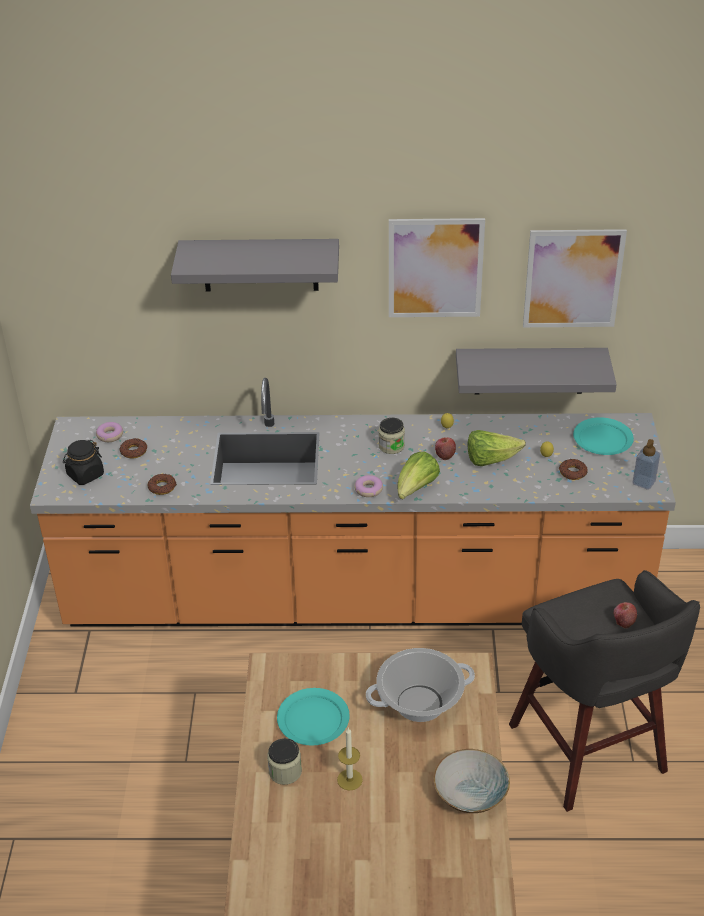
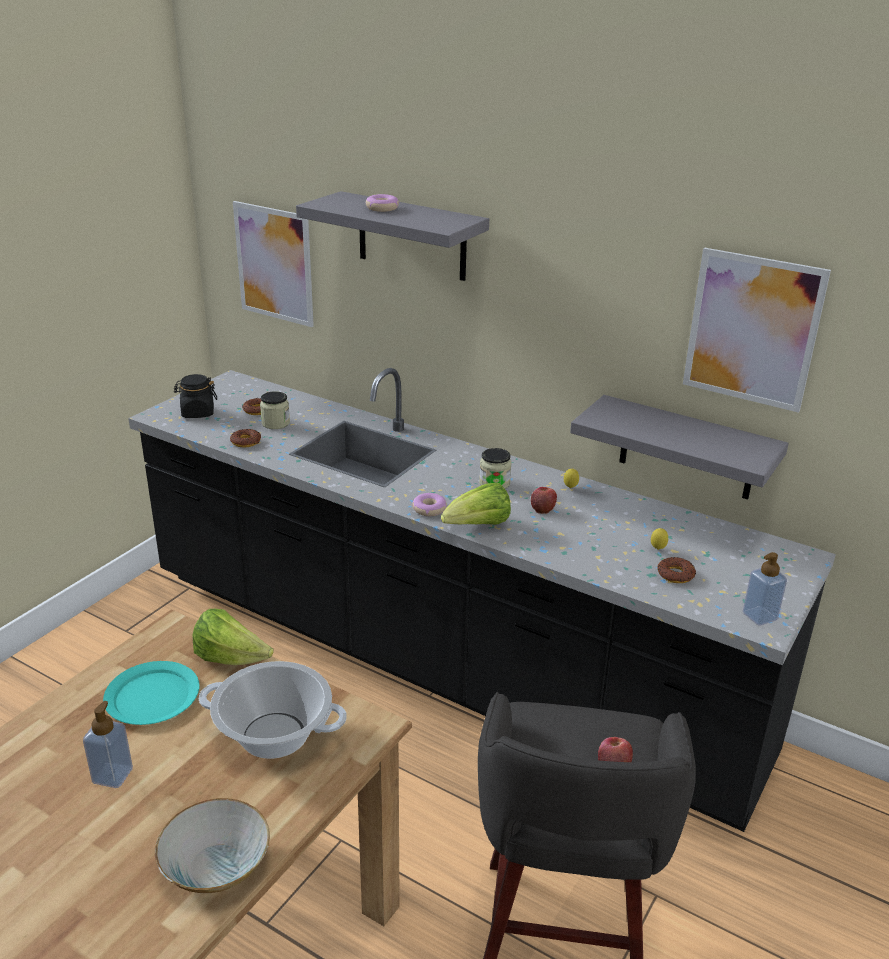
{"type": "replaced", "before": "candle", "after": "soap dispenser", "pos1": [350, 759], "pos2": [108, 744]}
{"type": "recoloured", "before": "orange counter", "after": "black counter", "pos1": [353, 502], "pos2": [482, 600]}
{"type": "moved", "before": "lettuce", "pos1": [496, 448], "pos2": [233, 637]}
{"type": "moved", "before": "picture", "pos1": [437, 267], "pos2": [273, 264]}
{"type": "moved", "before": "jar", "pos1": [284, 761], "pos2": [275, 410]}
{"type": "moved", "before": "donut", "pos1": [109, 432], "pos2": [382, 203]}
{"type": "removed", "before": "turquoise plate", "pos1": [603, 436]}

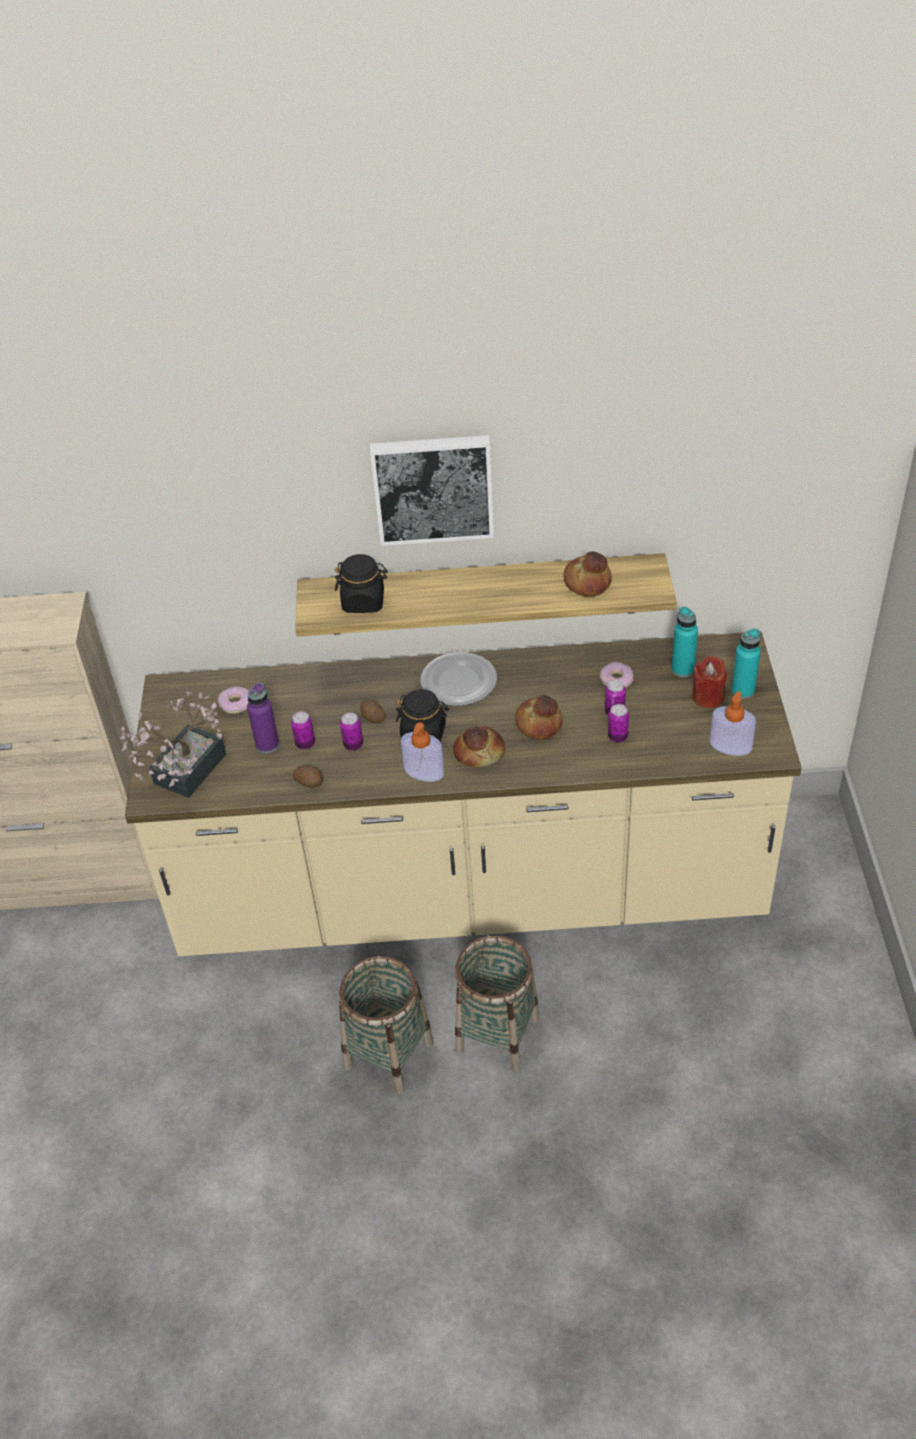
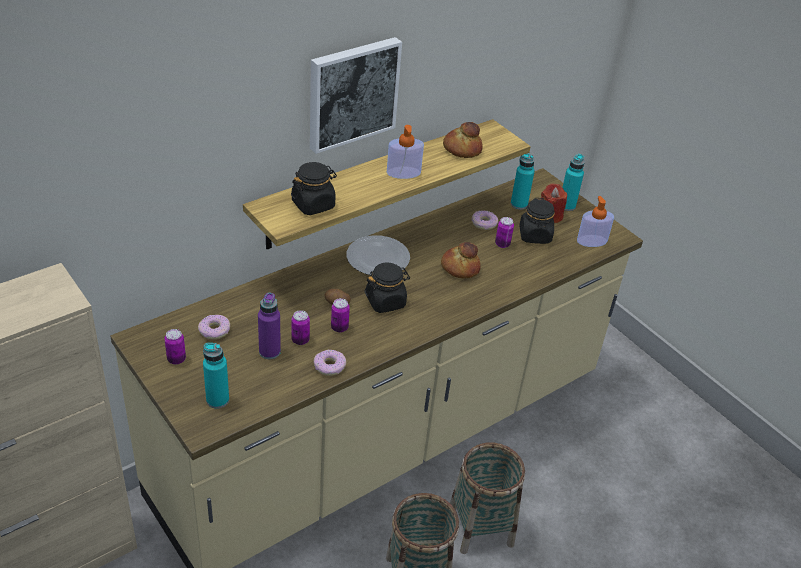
{"type": "moved", "before": "can", "pos1": [618, 723], "pos2": [175, 346]}
{"type": "replaced", "before": "potted plant", "after": "turquoise bottle", "pos1": [173, 745], "pos2": [216, 376]}
{"type": "replaced", "before": "potato", "after": "donut", "pos1": [308, 776], "pos2": [329, 363]}
{"type": "moved", "before": "soap dispenser", "pos1": [422, 752], "pos2": [405, 152]}
{"type": "added", "after": "black jar", "pos2": [537, 221]}
{"type": "removed", "before": "bread", "pos1": [479, 747]}

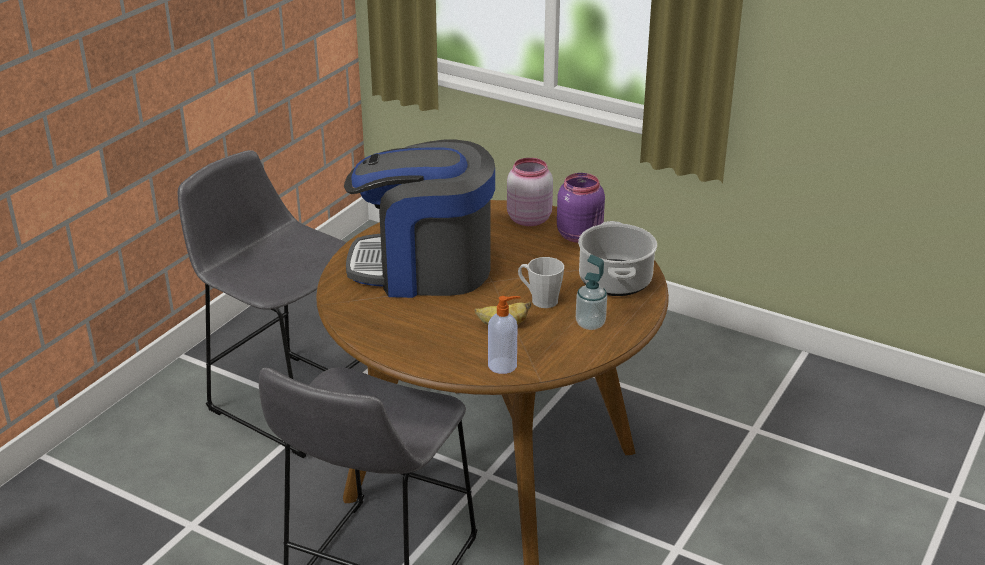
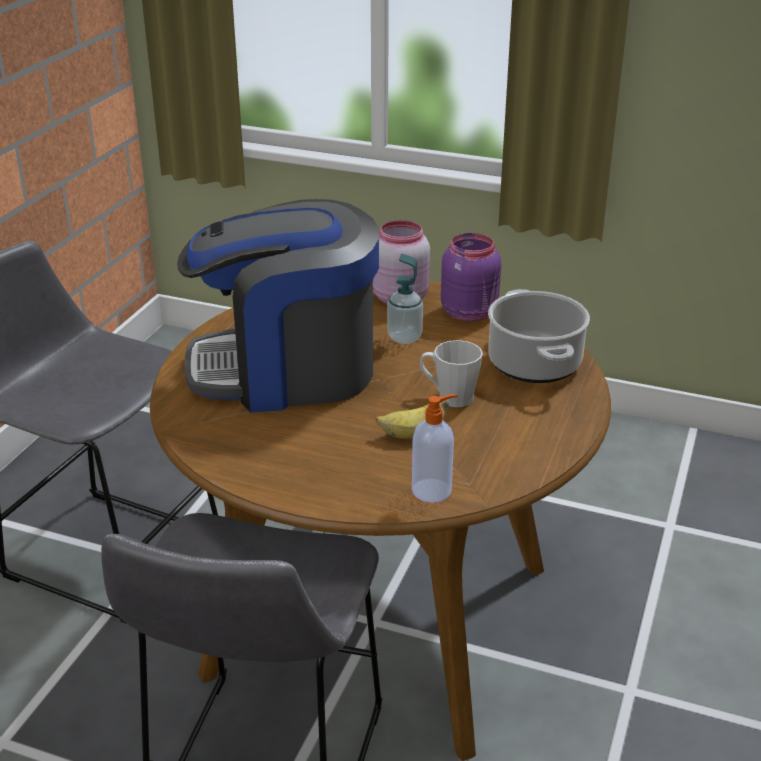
{"type": "moved", "before": "soap dispenser", "pos1": [591, 292], "pos2": [405, 299]}

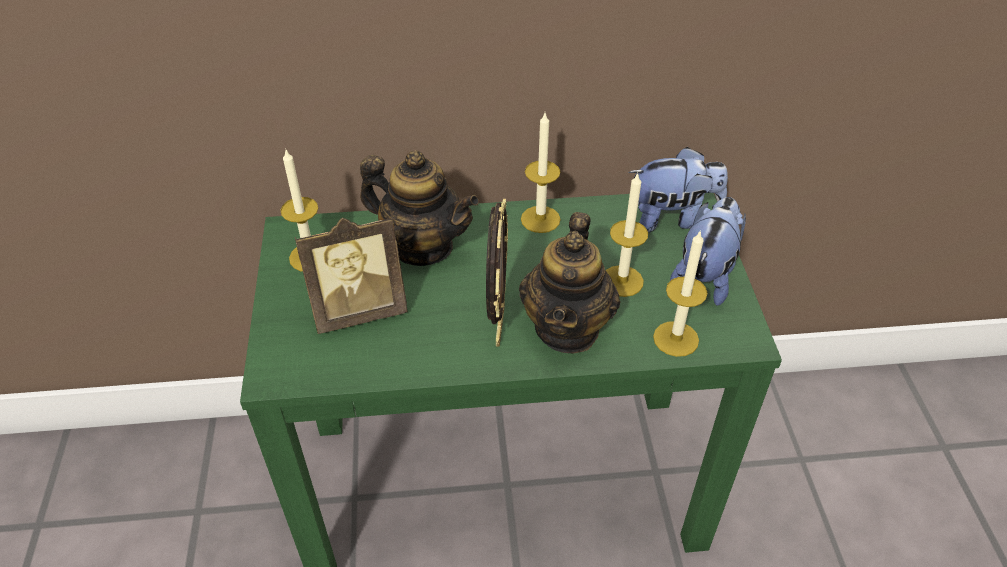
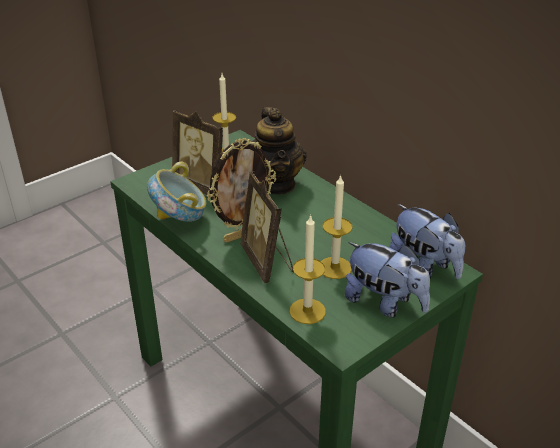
{"type": "added", "after": "bowl", "pos2": [176, 191]}
{"type": "replaced", "before": "teapot", "after": "picture frame", "pos1": [569, 282], "pos2": [267, 227]}
{"type": "turned", "before": "plush toy", "pos1": [708, 251], "pos2": [387, 280], "turn": 45}
{"type": "removed", "before": "candle", "pos1": [541, 173]}

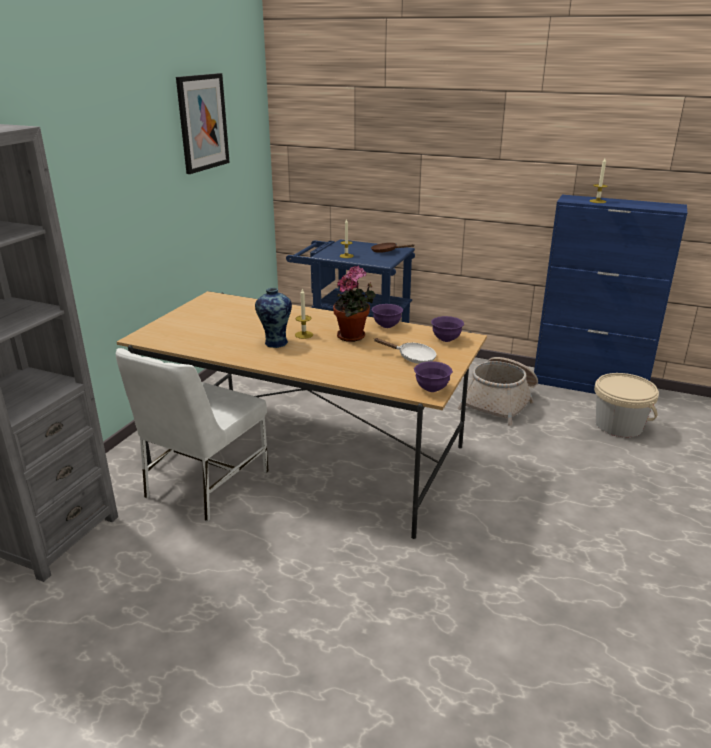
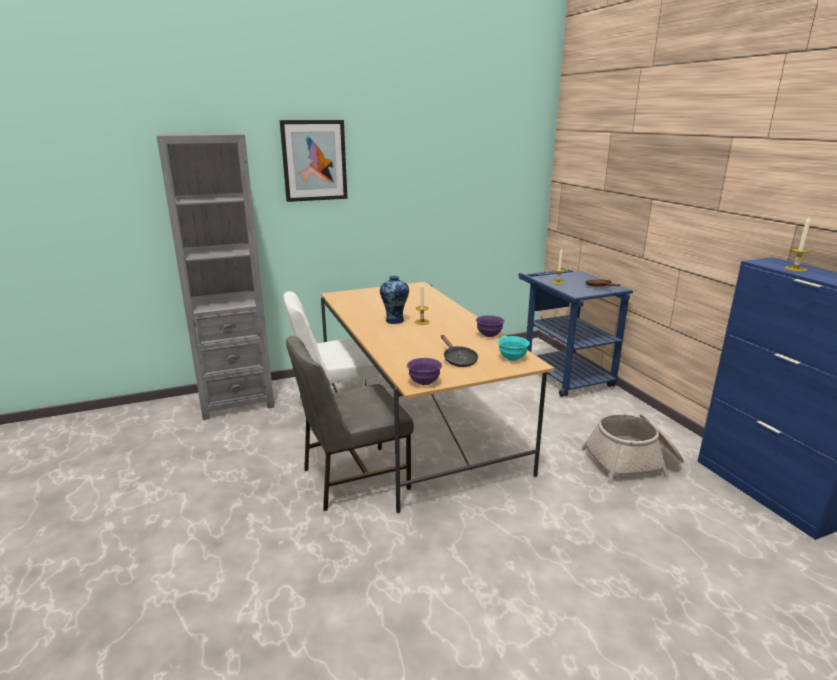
{"type": "moved", "before": "picture", "pos1": [203, 123], "pos2": [313, 161]}
{"type": "added", "after": "grey chair", "pos2": [350, 423]}
{"type": "recoloured", "before": "white frying pan", "after": "black frying pan", "pos1": [405, 351], "pos2": [459, 351]}
{"type": "recoloured", "before": "purple bowl", "after": "turquoise bowl", "pos1": [447, 329], "pos2": [514, 348]}
{"type": "removed", "before": "potted plant", "pos1": [354, 304]}
{"type": "removed", "before": "beige bucket", "pos1": [626, 405]}

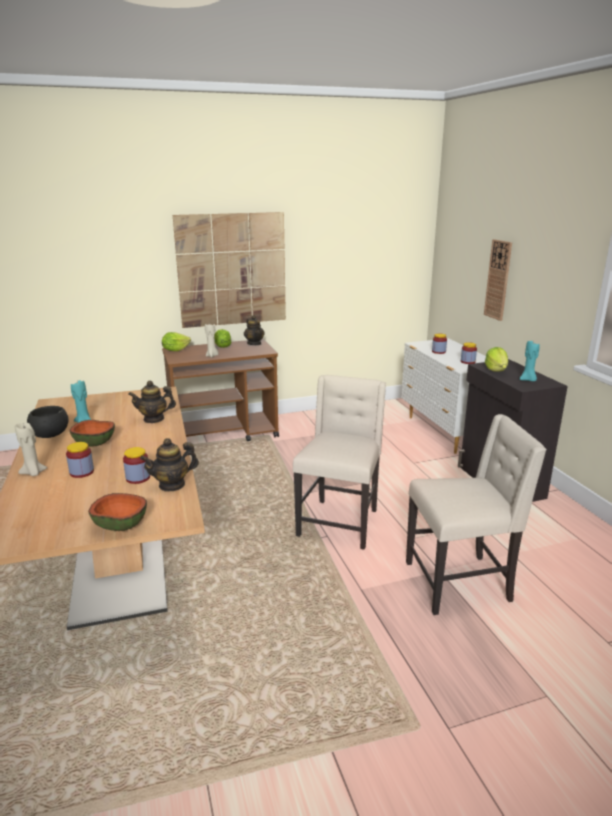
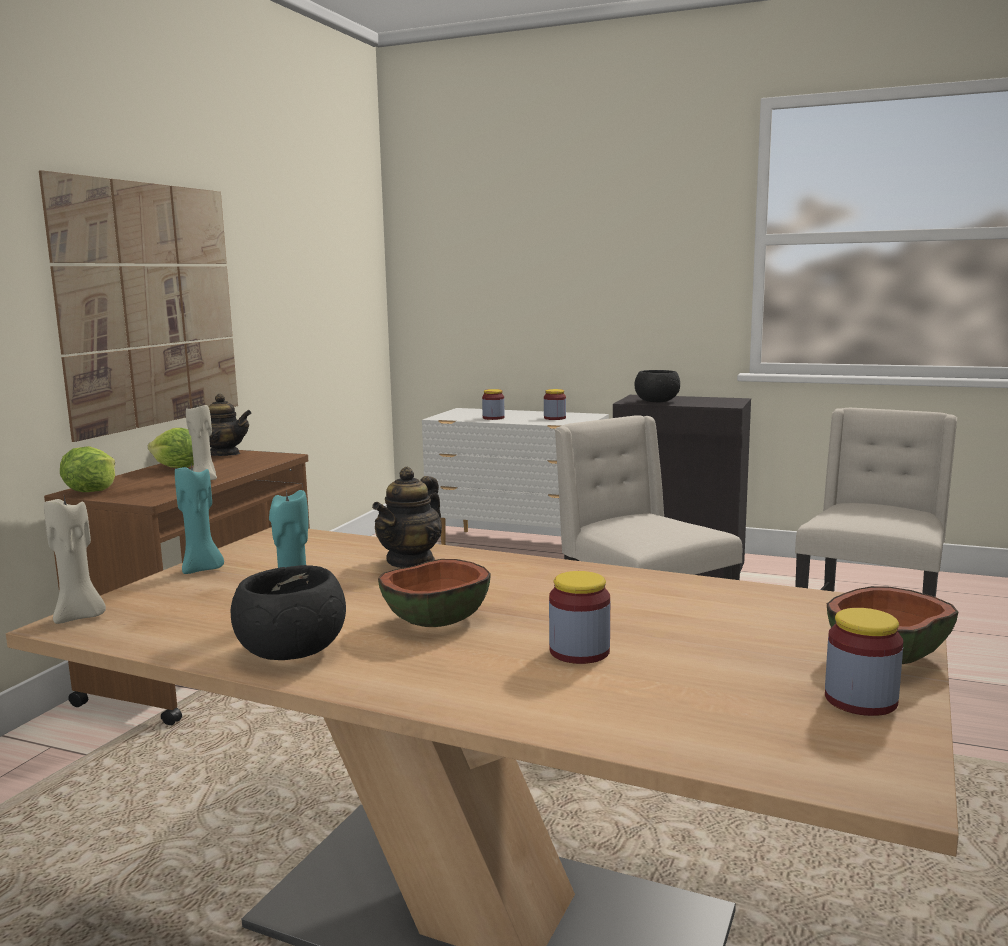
{"type": "moved", "before": "beige candle", "pos1": [31, 449], "pos2": [75, 560]}
{"type": "moved", "before": "turquoise candle", "pos1": [530, 361], "pos2": [199, 518]}
{"type": "replaced", "before": "lettuce", "after": "black bowl", "pos1": [496, 359], "pos2": [657, 386]}
{"type": "moved", "before": "jar", "pos1": [136, 465], "pos2": [864, 662]}
{"type": "removed", "before": "teapot", "pos1": [169, 465]}
{"type": "removed", "before": "wall clock", "pos1": [498, 280]}

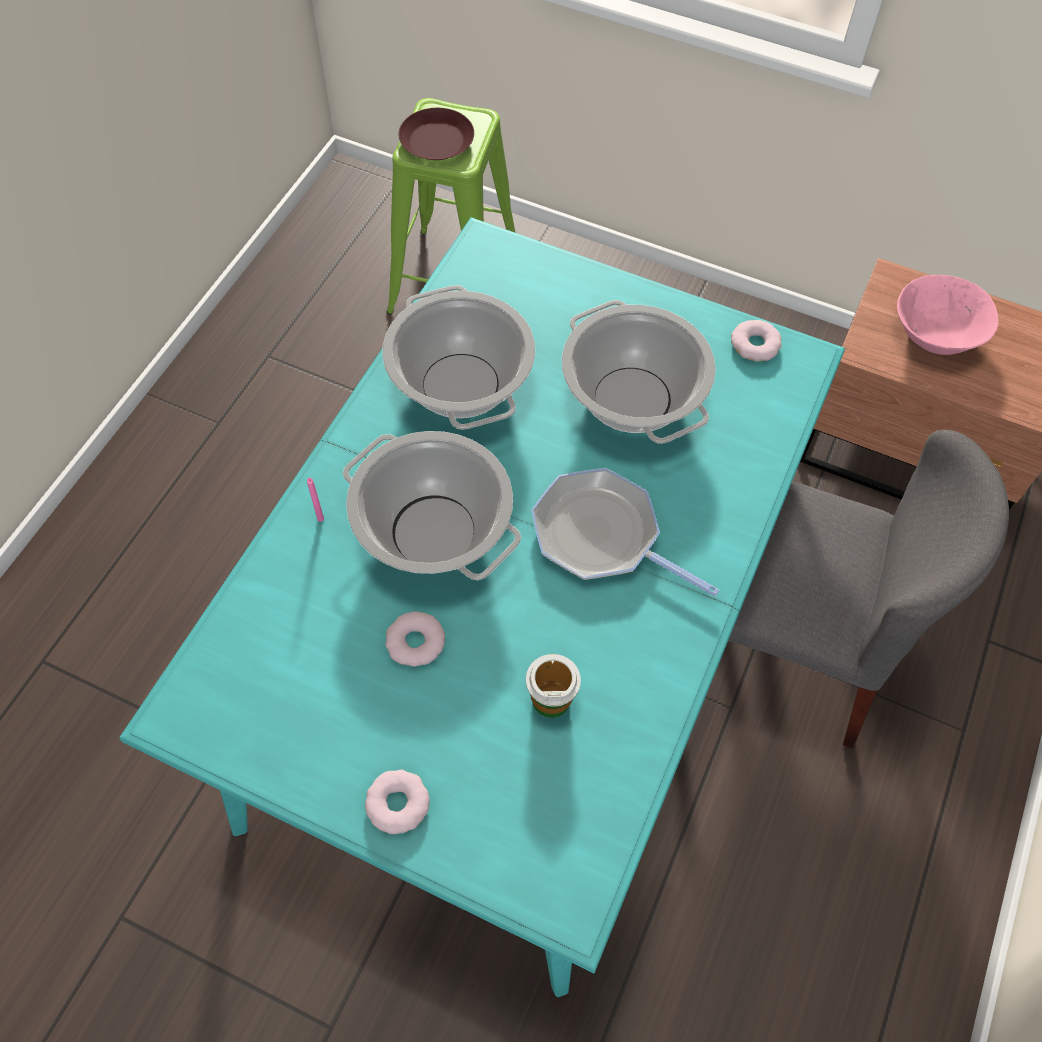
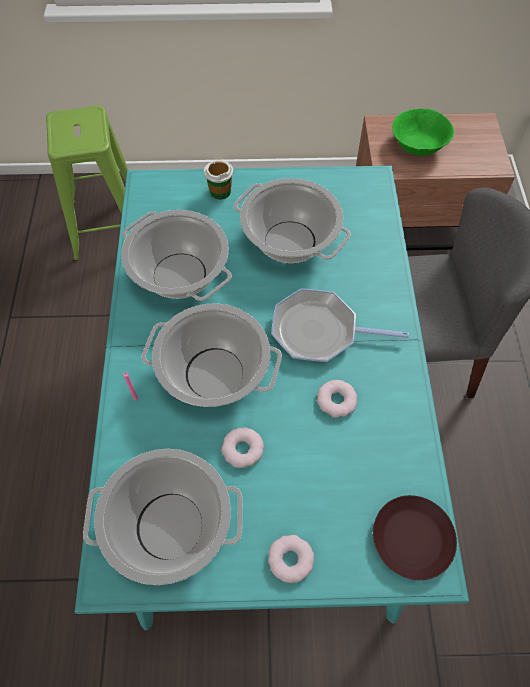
{"type": "added", "after": "cooking pot", "pos2": [162, 517]}
{"type": "moved", "before": "cup", "pos1": [553, 686], "pos2": [218, 180]}
{"type": "moved", "before": "donut", "pos1": [756, 341], "pos2": [337, 399]}
{"type": "moved", "before": "brown plate", "pos1": [436, 134], "pos2": [415, 537]}
{"type": "recoloured", "before": "pink bowl", "after": "green bowl", "pos1": [947, 315], "pos2": [423, 132]}

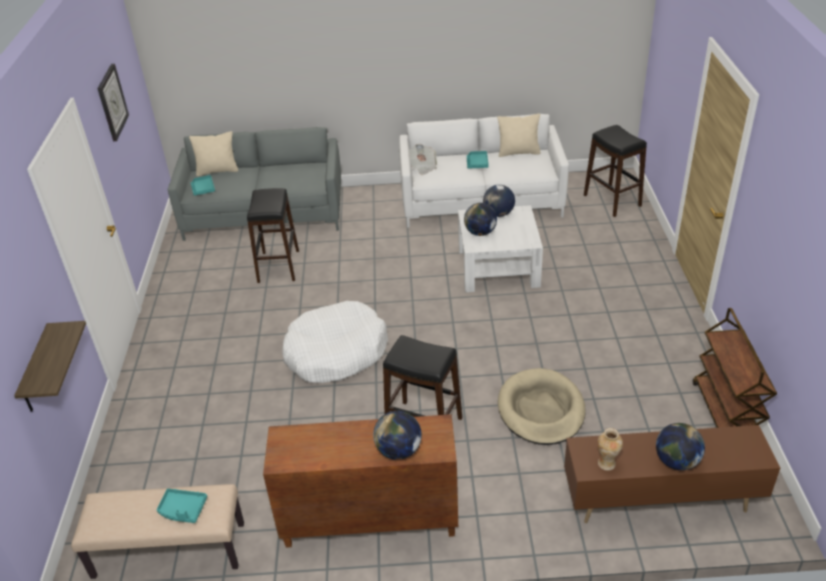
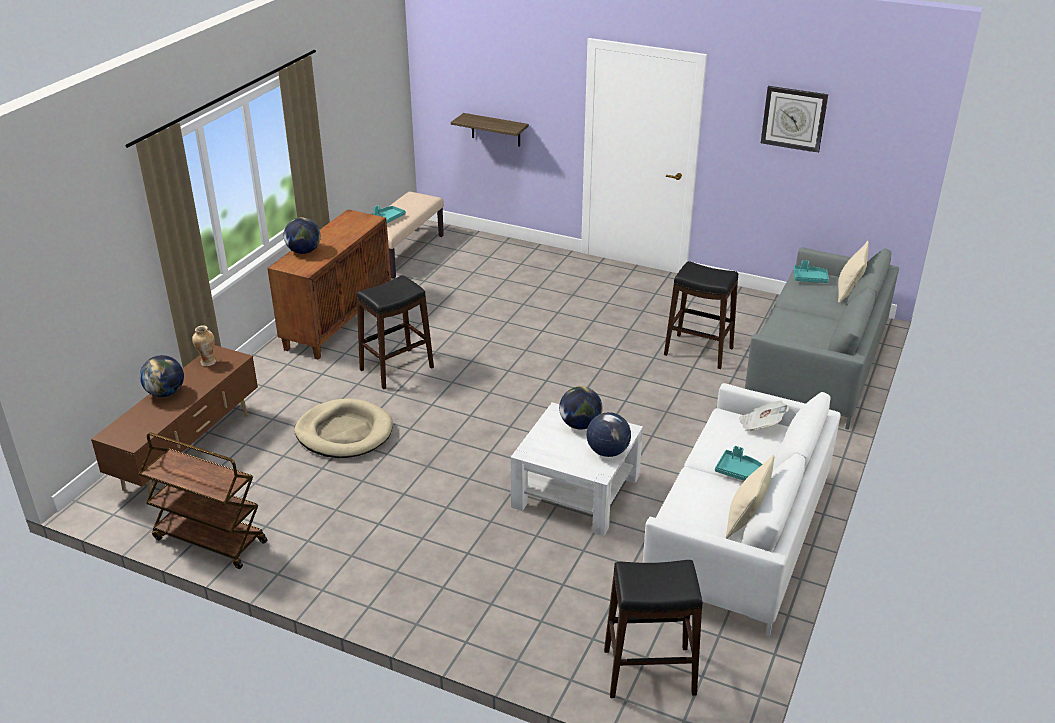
{"type": "removed", "before": "white dog bed", "pos1": [335, 342]}

